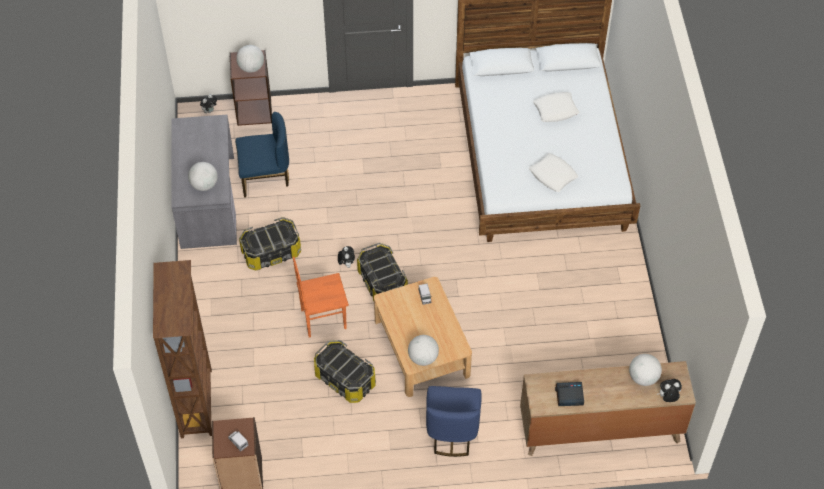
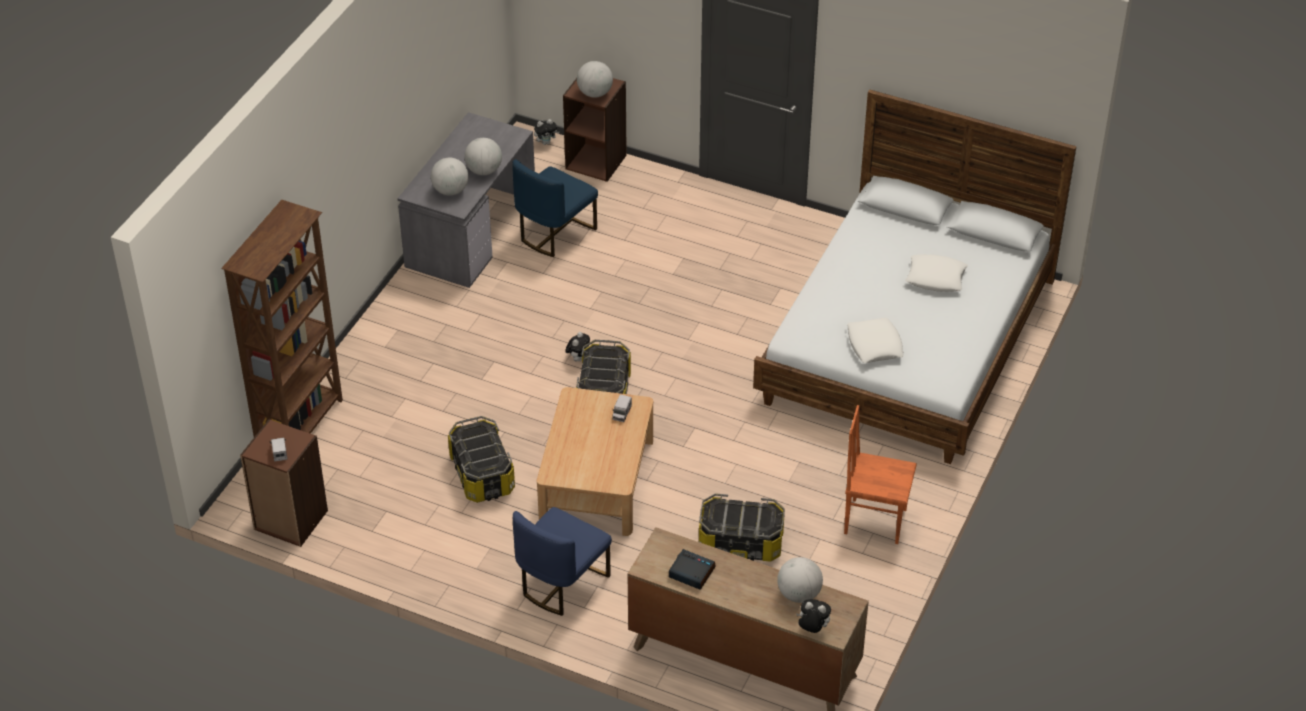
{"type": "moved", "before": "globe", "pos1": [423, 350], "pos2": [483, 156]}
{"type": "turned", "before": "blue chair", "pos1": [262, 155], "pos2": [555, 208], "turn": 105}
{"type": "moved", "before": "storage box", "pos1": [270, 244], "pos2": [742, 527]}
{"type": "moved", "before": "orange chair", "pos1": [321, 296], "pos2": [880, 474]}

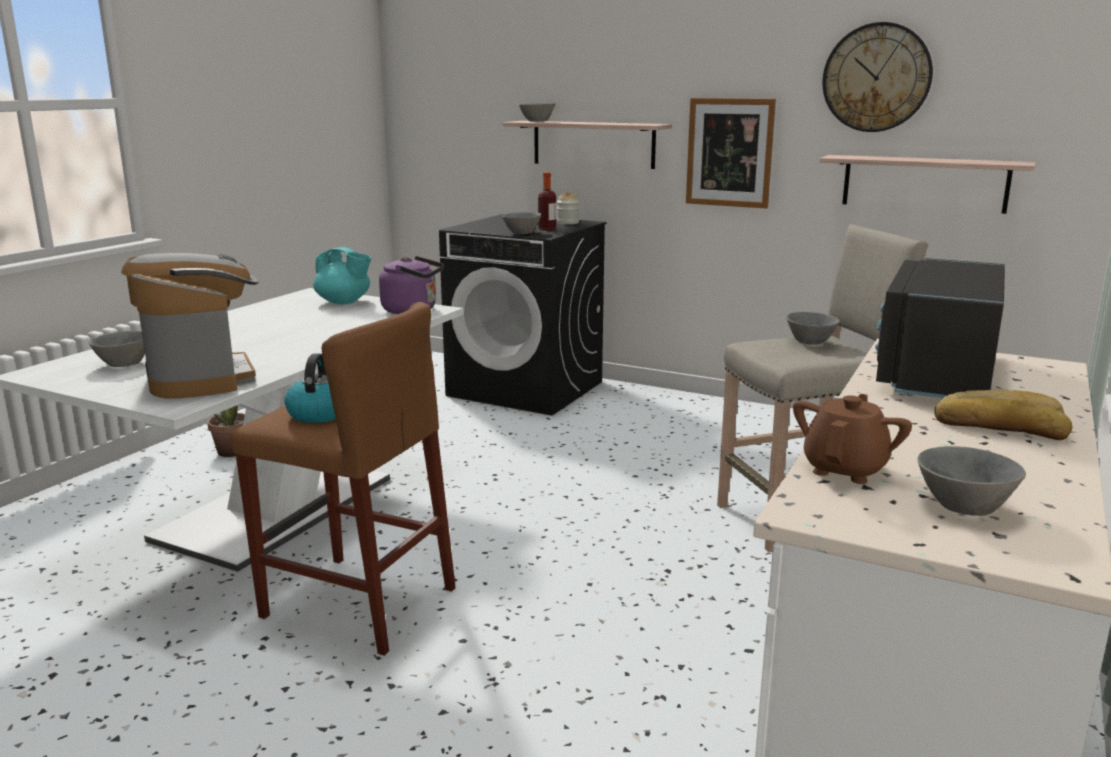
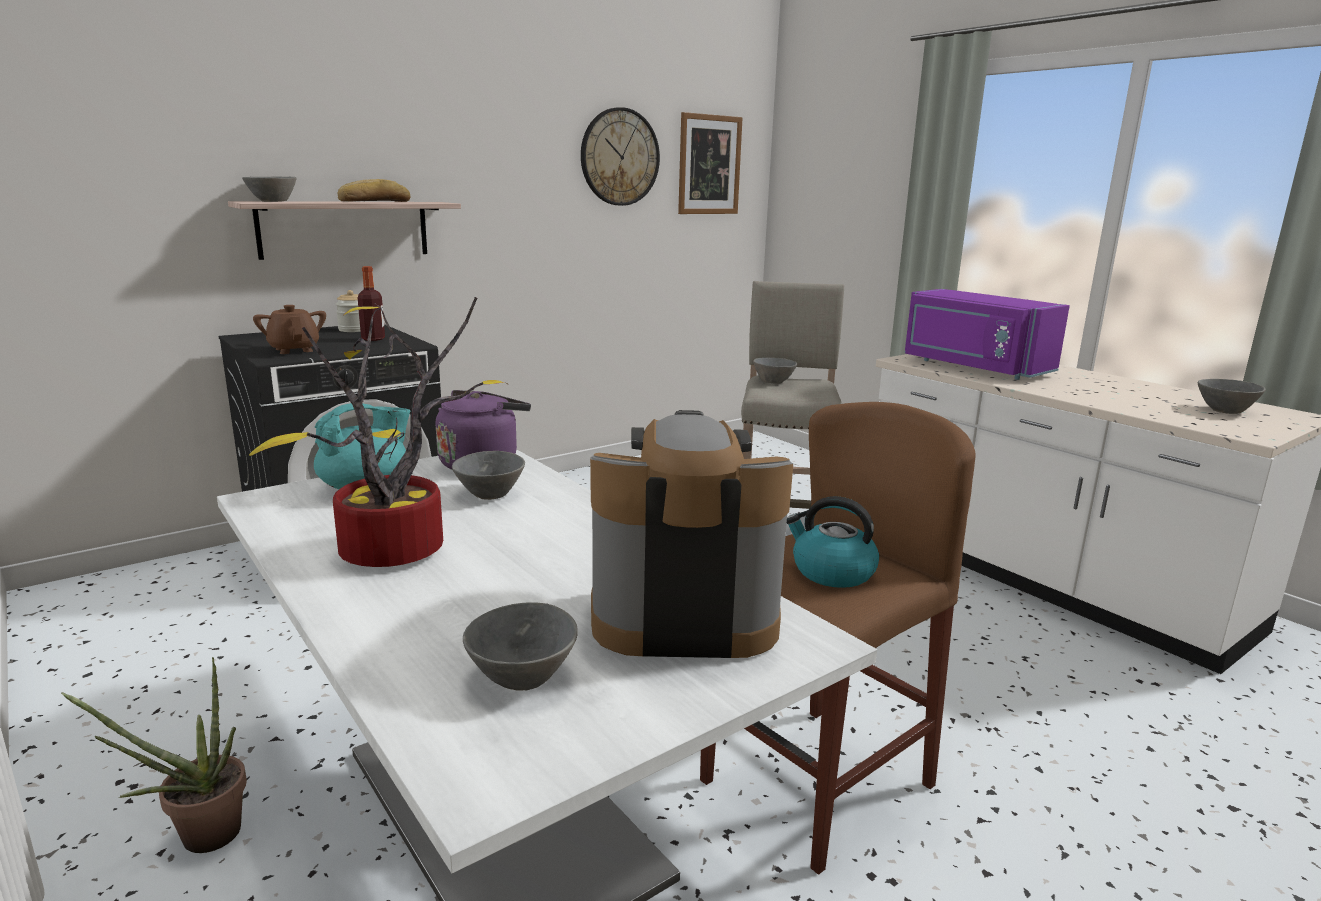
{"type": "added", "after": "potted plant", "pos2": [378, 432]}
{"type": "moved", "before": "brown teapot", "pos1": [852, 439], "pos2": [289, 329]}
{"type": "moved", "before": "bread", "pos1": [1003, 415], "pos2": [374, 190]}
{"type": "moved", "before": "grey bowl", "pos1": [521, 223], "pos2": [488, 475]}
{"type": "moved", "before": "picture", "pos1": [731, 153], "pos2": [710, 163]}
{"type": "recoloured", "before": "black microwave", "after": "purple microwave", "pos1": [940, 328], "pos2": [987, 334]}
{"type": "removed", "before": "shelf", "pos1": [927, 184]}

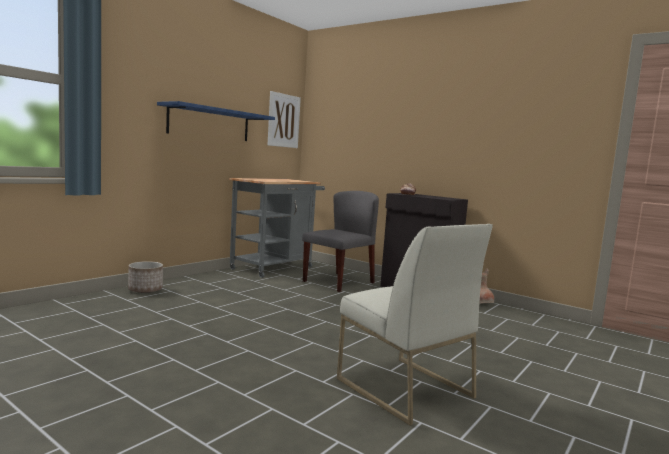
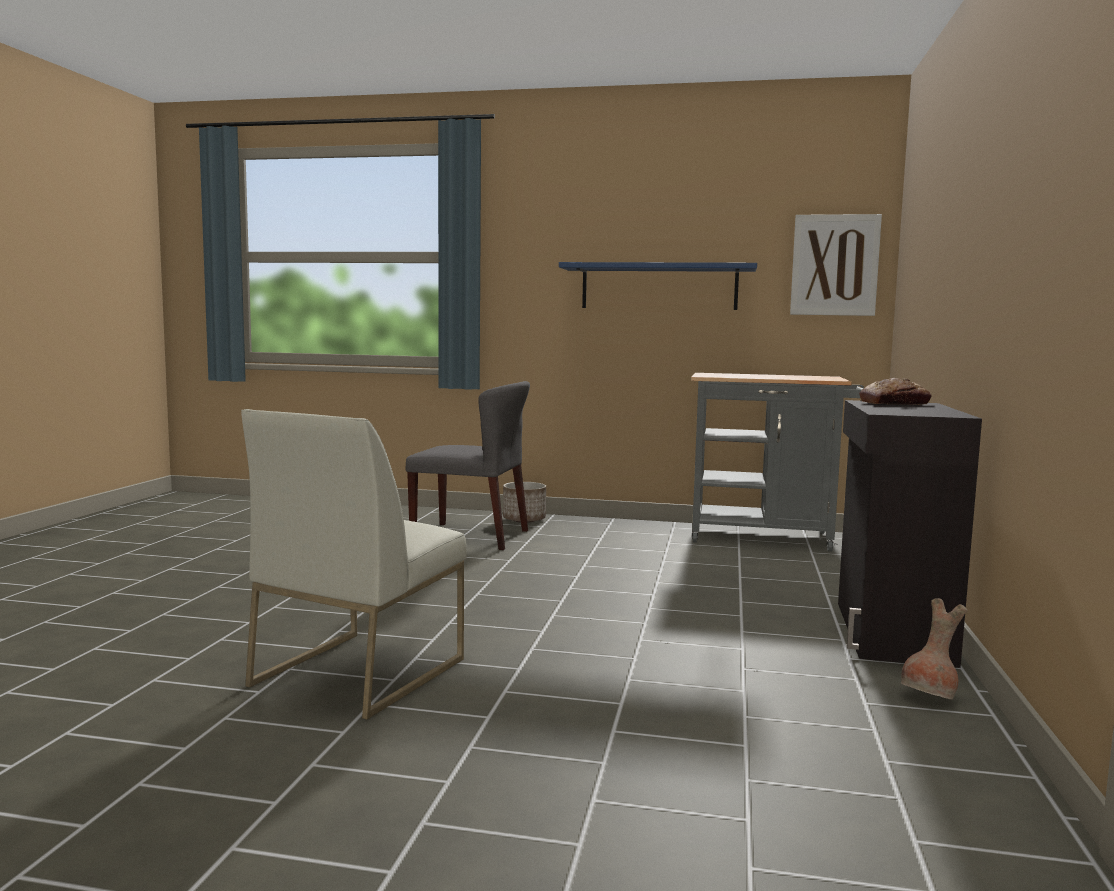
{"type": "moved", "before": "grey chair", "pos1": [340, 241], "pos2": [468, 465]}

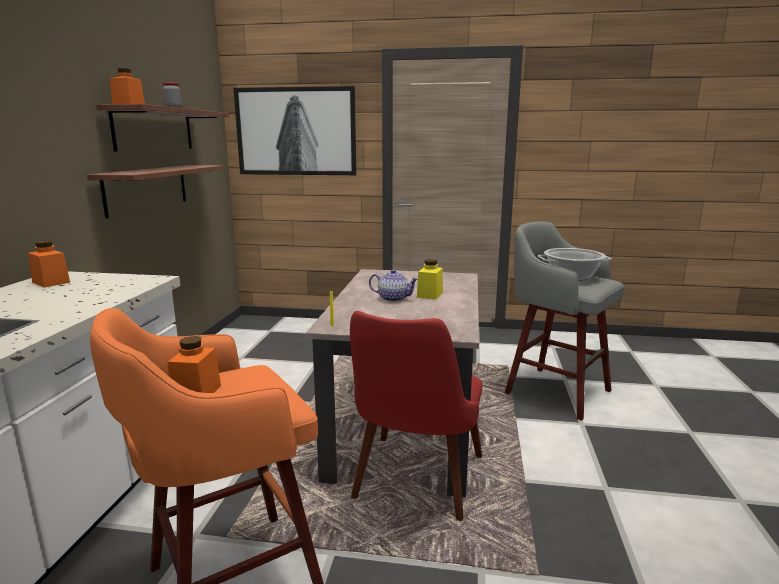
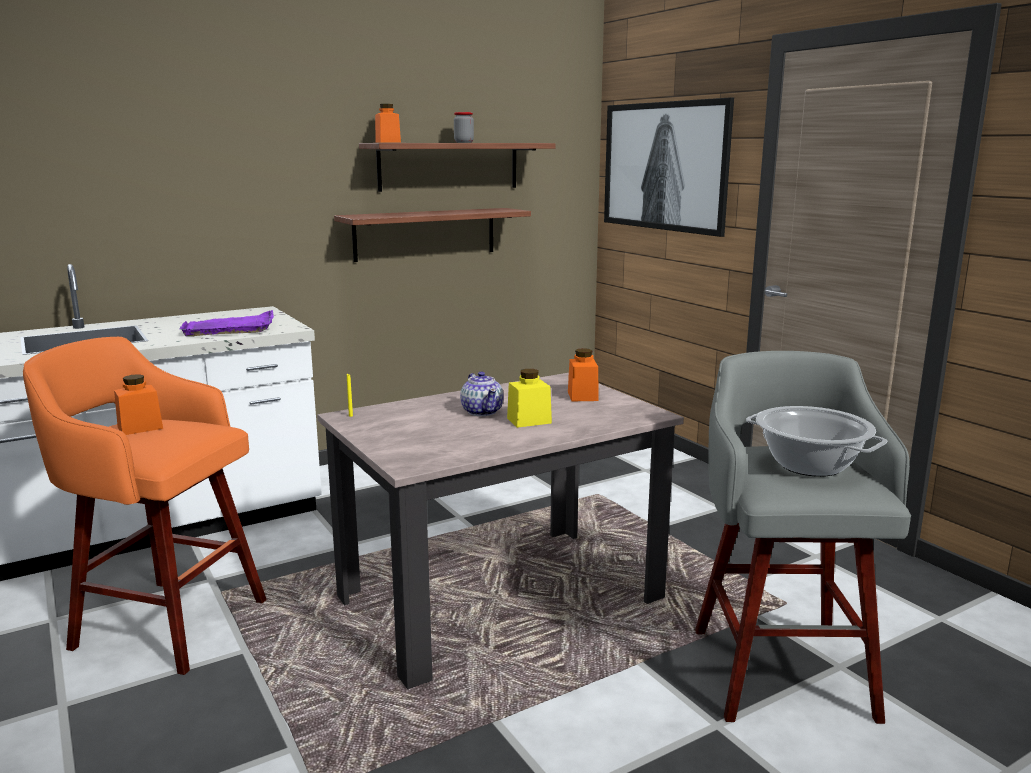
{"type": "added", "after": "purple tray", "pos2": [226, 323]}
{"type": "moved", "before": "orange jar", "pos1": [49, 264], "pos2": [583, 374]}
{"type": "removed", "before": "red chair", "pos1": [416, 416]}

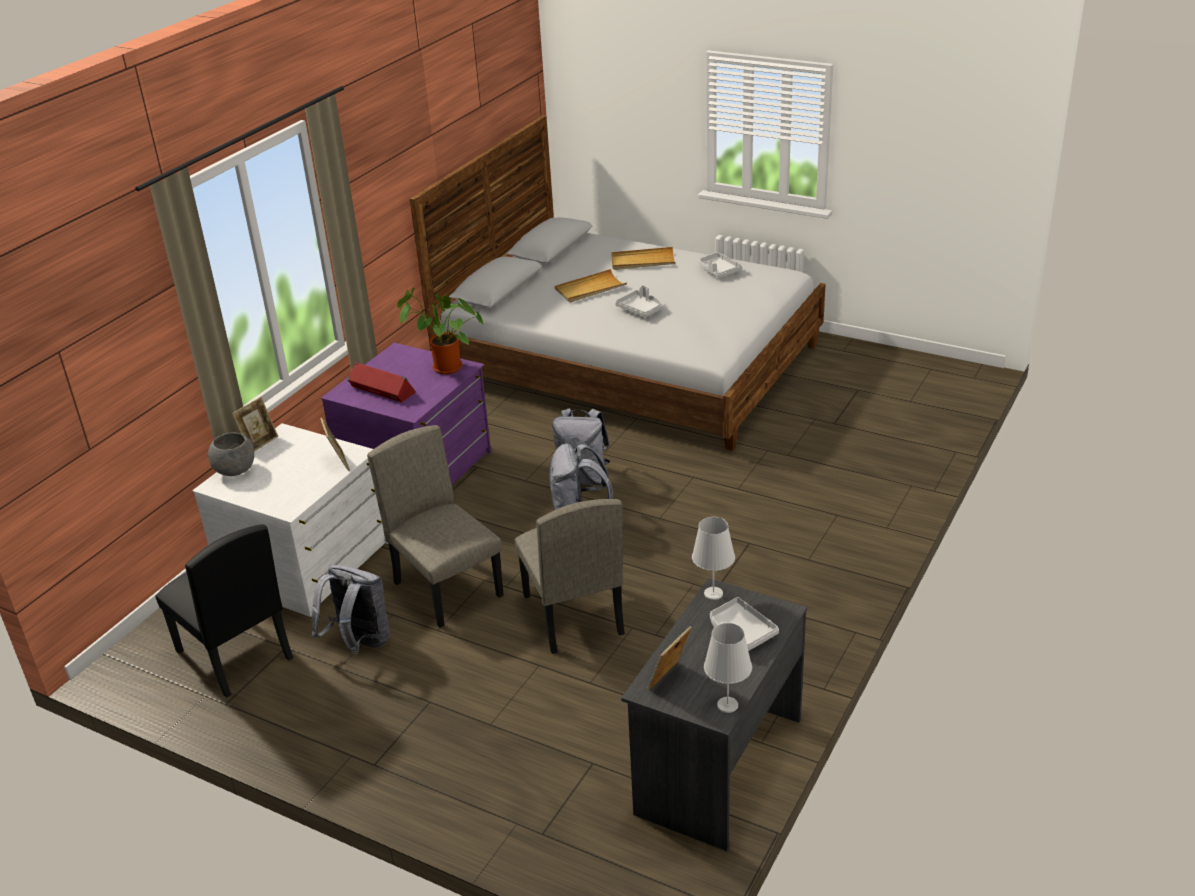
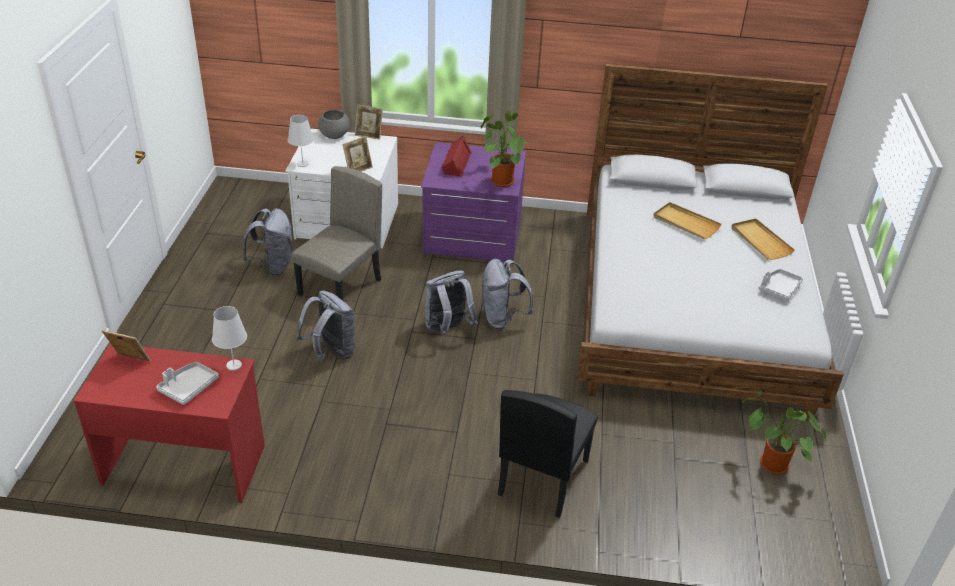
{"type": "recoloured", "before": "grey desk", "after": "red desk", "pos1": [714, 714], "pos2": [169, 423]}
{"type": "moved", "before": "white table lamp", "pos1": [728, 668], "pos2": [301, 141]}
{"type": "replaced", "before": "beige chair", "after": "grey backpack", "pos1": [569, 576], "pos2": [326, 326]}
{"type": "moved", "before": "black chair", "pos1": [224, 611], "pos2": [547, 454]}
{"type": "added", "after": "potted plant", "pos2": [784, 432]}
{"type": "removed", "before": "grey tray", "pos1": [639, 301]}

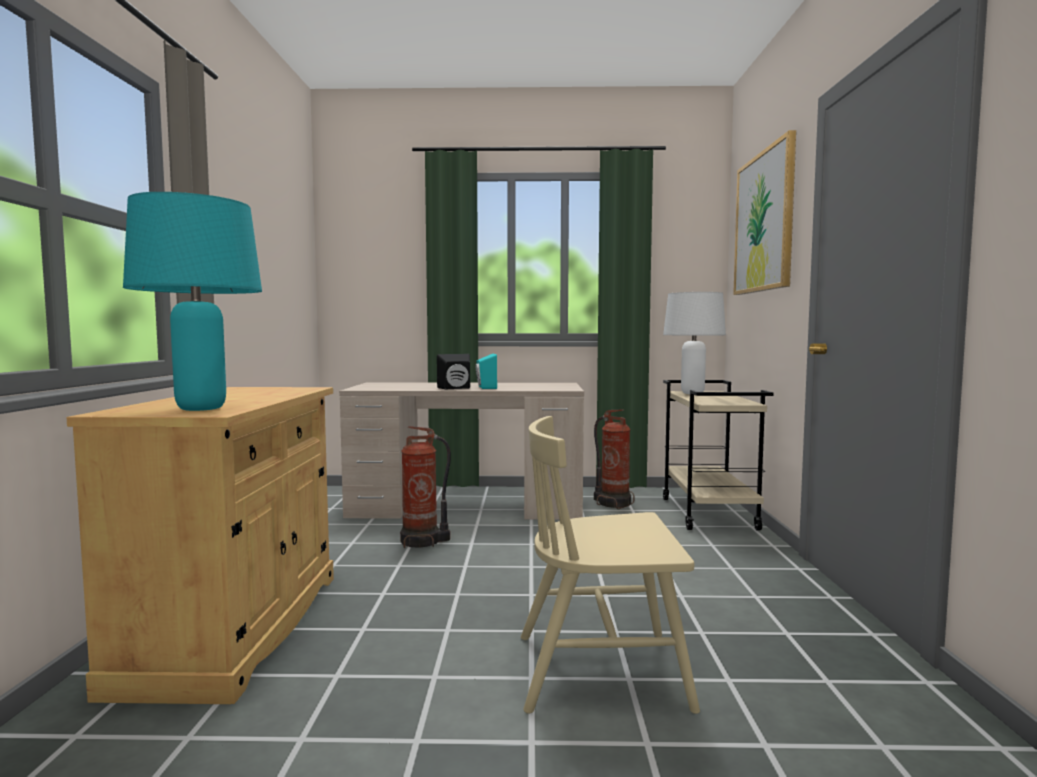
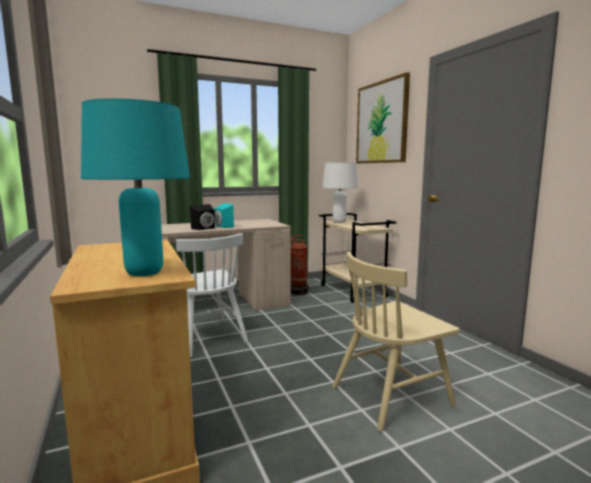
{"type": "replaced", "before": "fire extinguisher", "after": "white chair", "pos1": [425, 487], "pos2": [212, 295]}

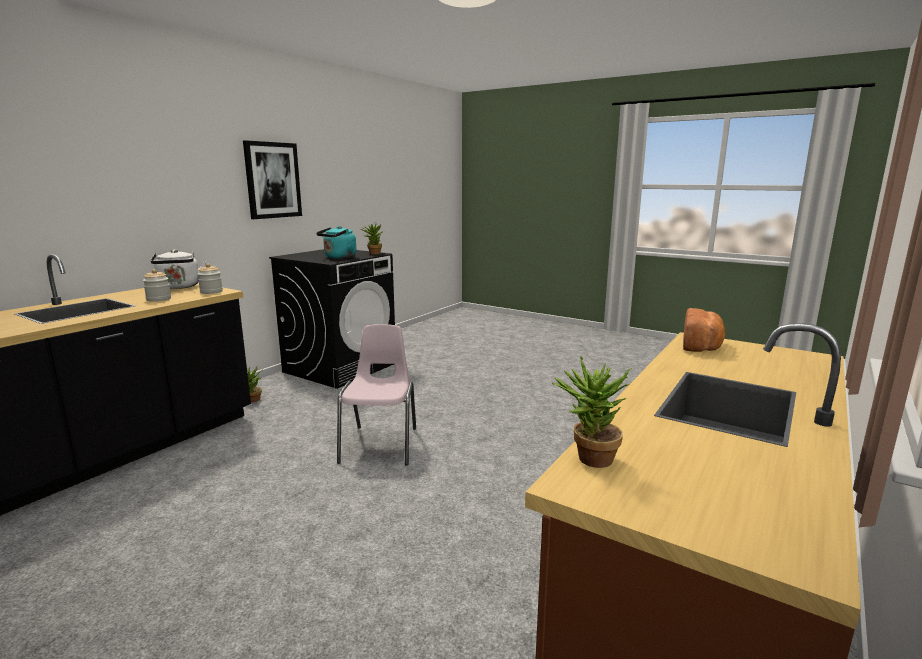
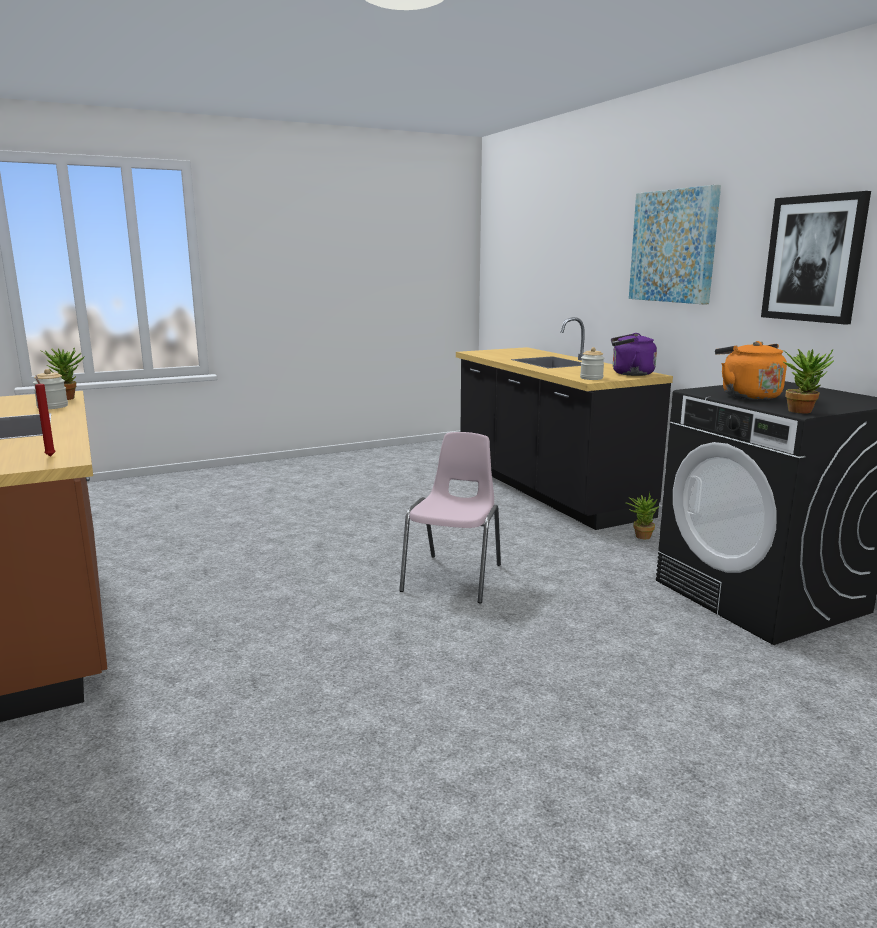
{"type": "moved", "before": "jar", "pos1": [157, 285], "pos2": [50, 389]}
{"type": "replaced", "before": "bread", "after": "red candle", "pos1": [704, 330], "pos2": [45, 415]}
{"type": "turned", "before": "pink chair", "pos1": [376, 394], "pos2": [450, 517], "turn": -105}
{"type": "recoloured", "before": "white kettle", "after": "purple kettle", "pos1": [179, 269], "pos2": [634, 354]}
{"type": "added", "after": "picture", "pos2": [675, 244]}
{"type": "recoloured", "before": "turquoise kettle", "after": "orange kettle", "pos1": [336, 242], "pos2": [751, 370]}

